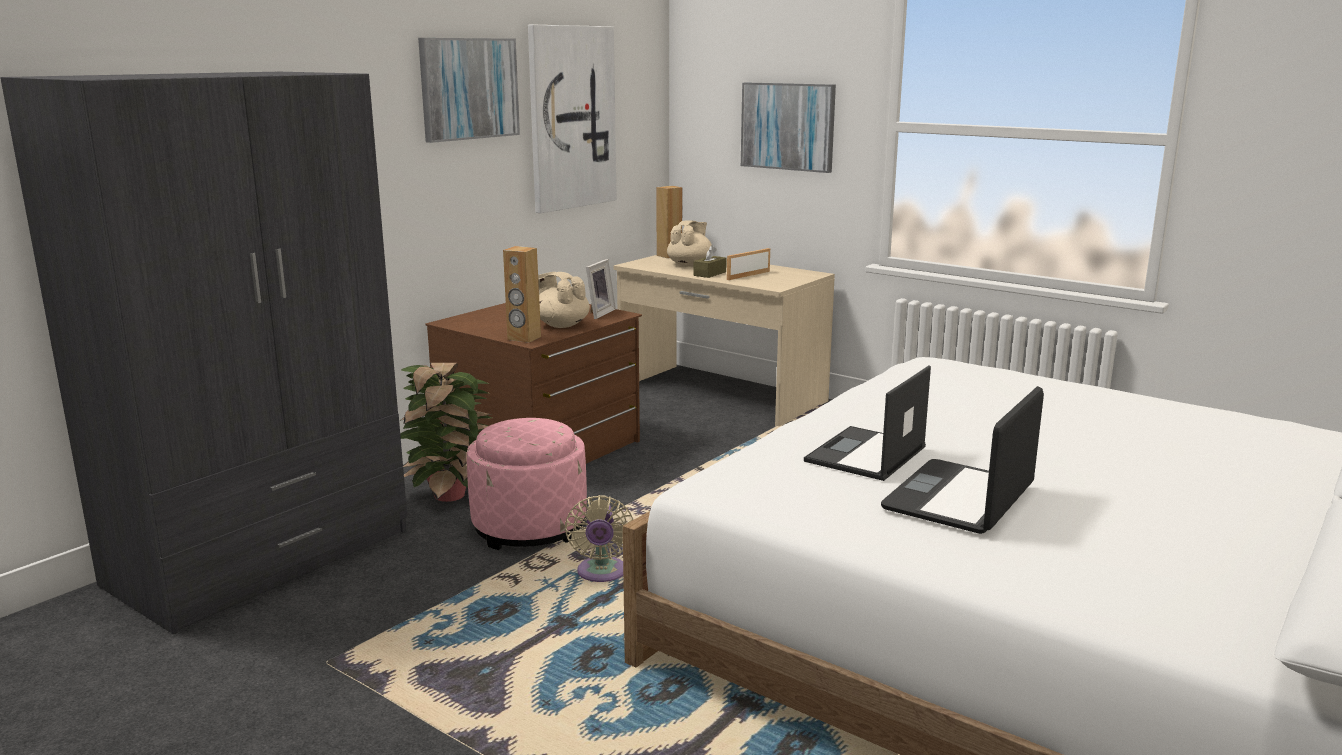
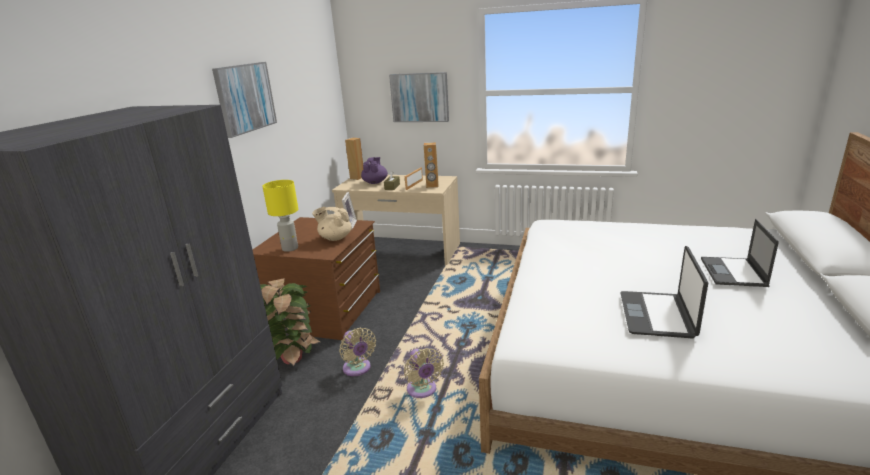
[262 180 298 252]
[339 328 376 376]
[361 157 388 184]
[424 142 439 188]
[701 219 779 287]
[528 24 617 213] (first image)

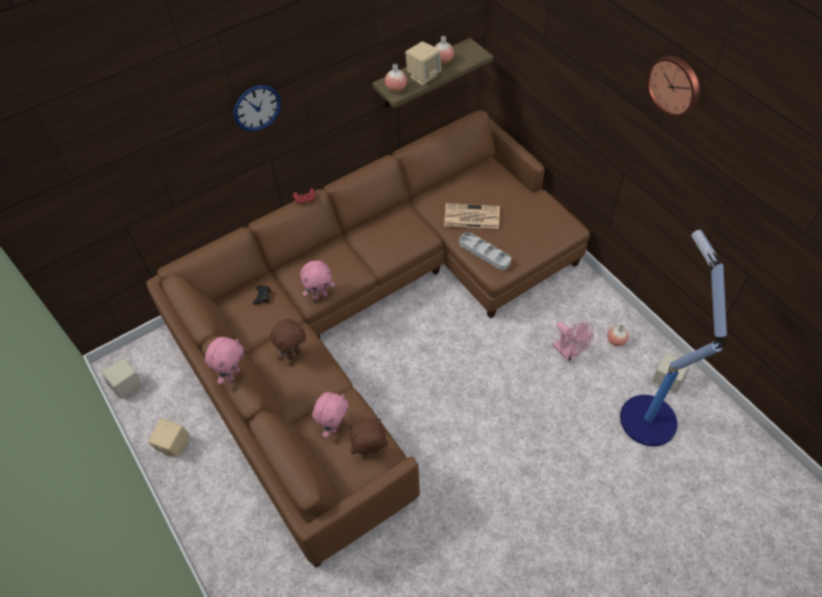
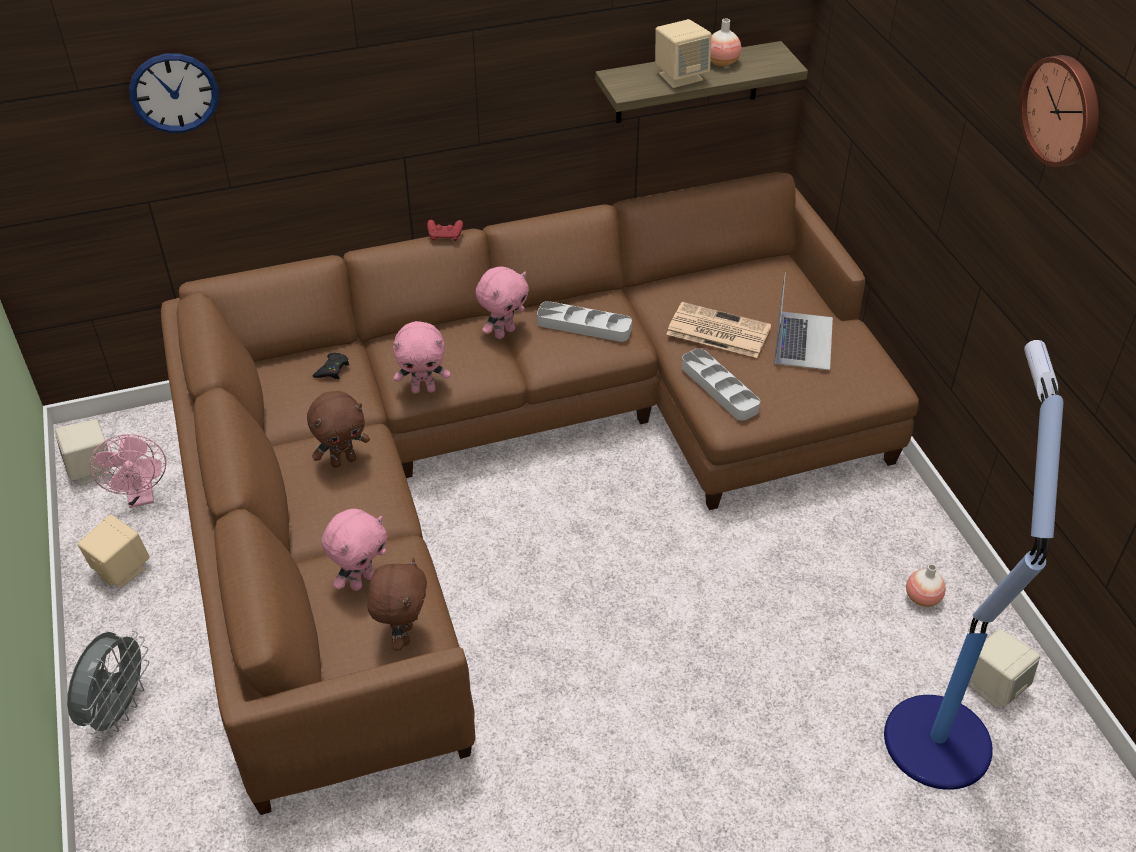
[67 631 150 739]
[89 434 167 508]
[129 53 219 133]
[368 558 427 651]
[476 266 529 339]
[537 301 632 342]
[774 272 833 370]
[385 64 407 92] (first image)

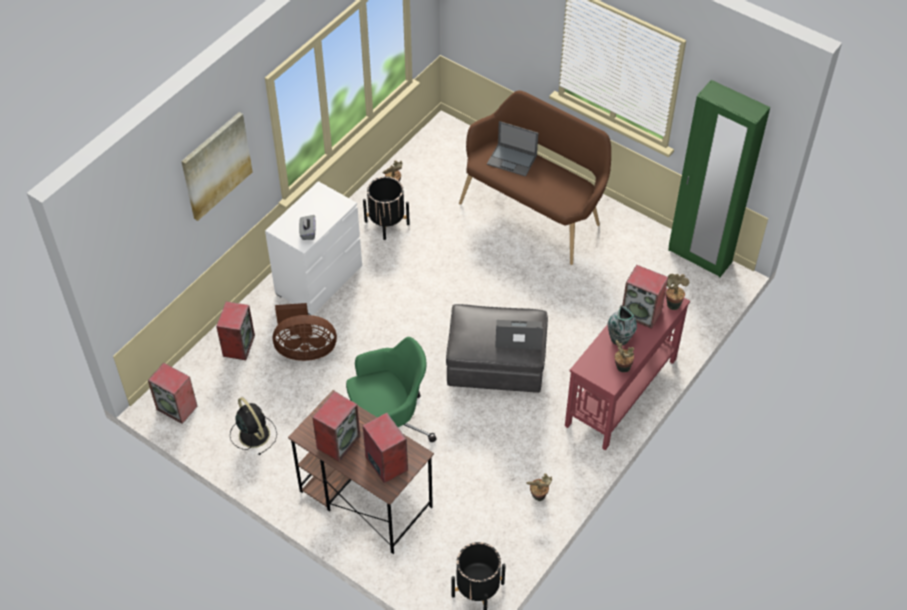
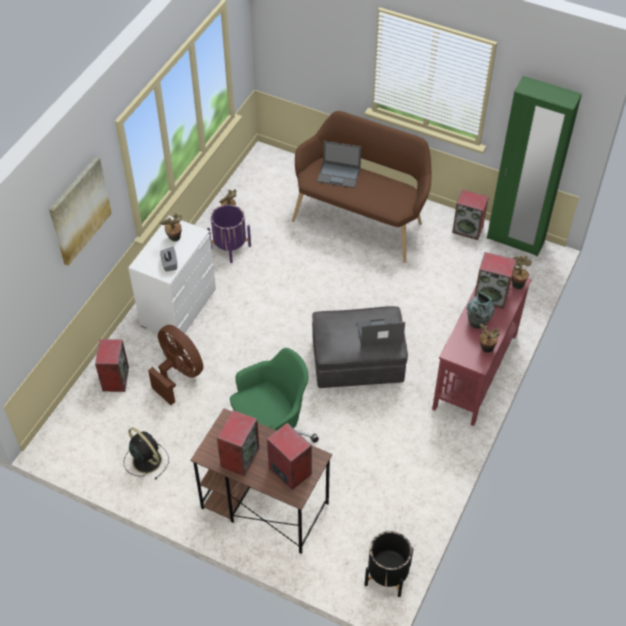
[148 325 203 405]
[160 213 182 242]
[207 205 251 263]
[452 190 489 240]

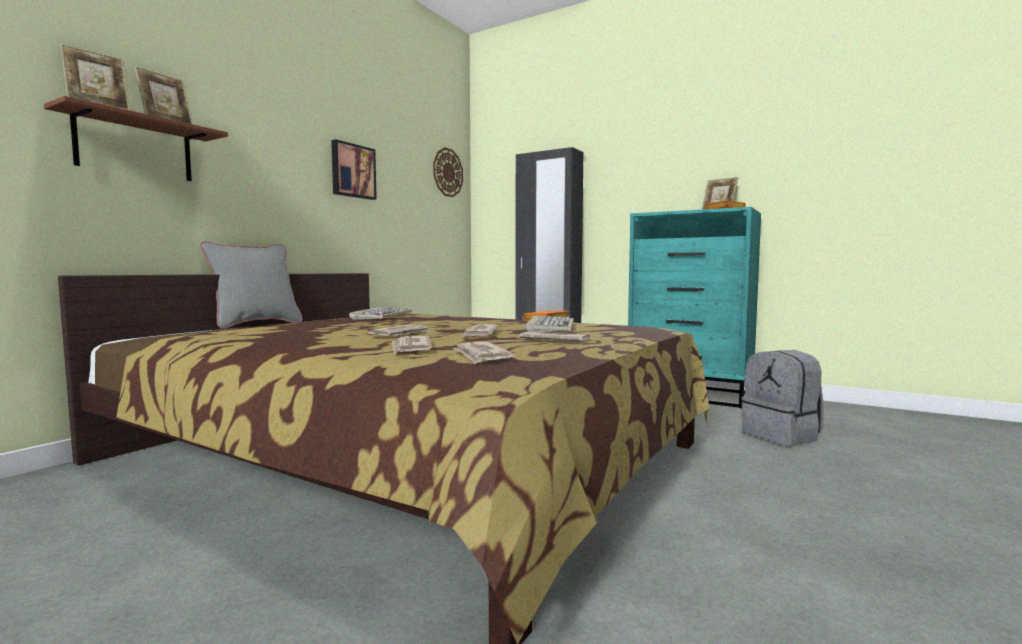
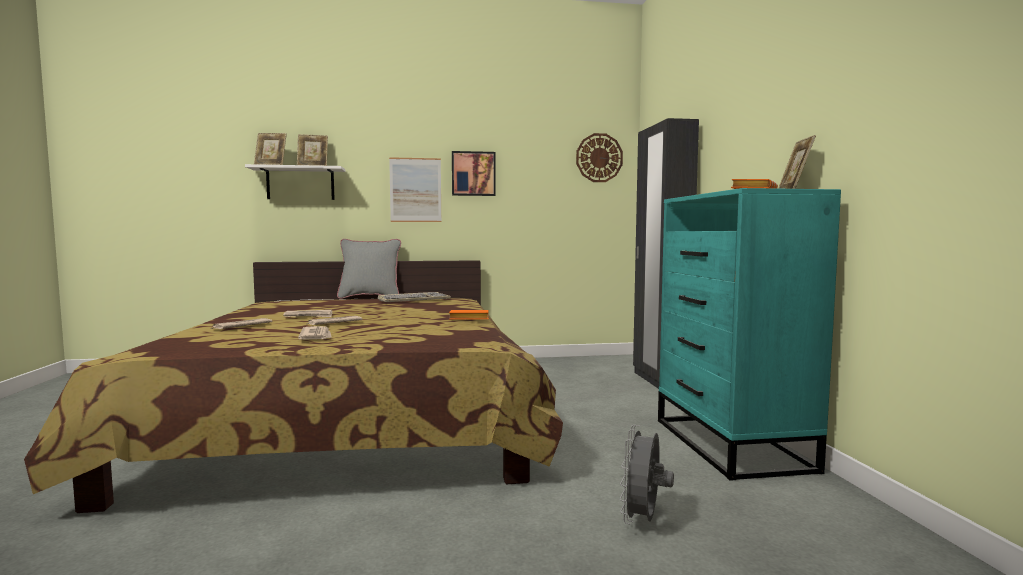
[245 164 345 200]
[389 157 441 222]
[620 425 674 524]
[452 342 514 364] (first image)
[525 315 574 332] (first image)

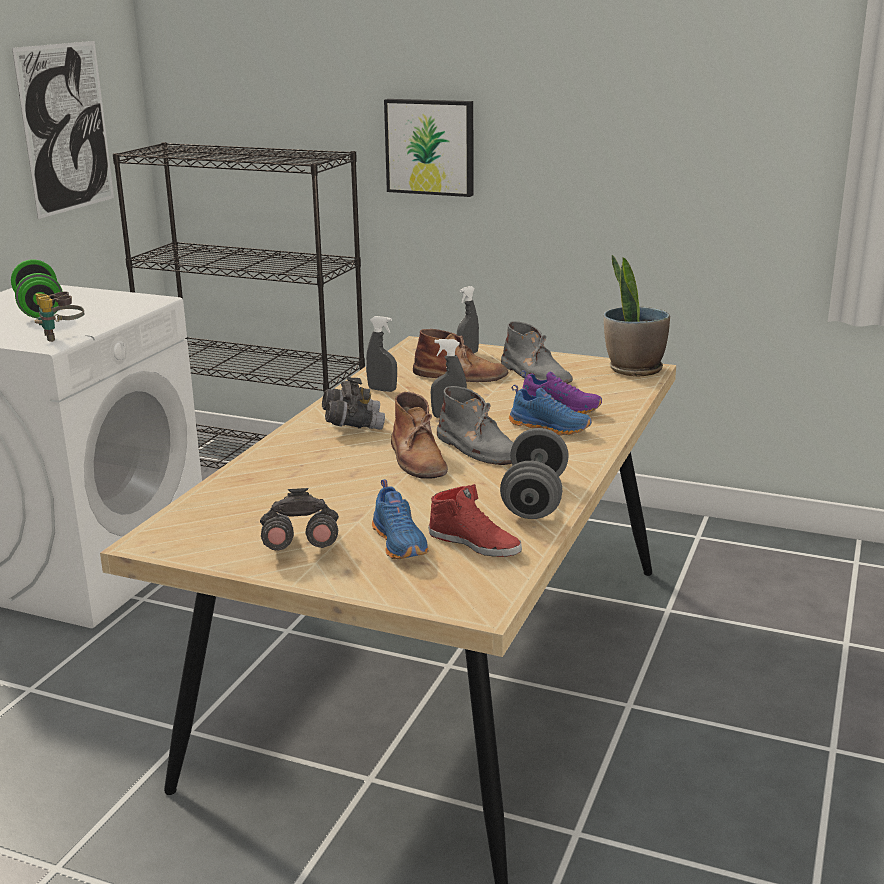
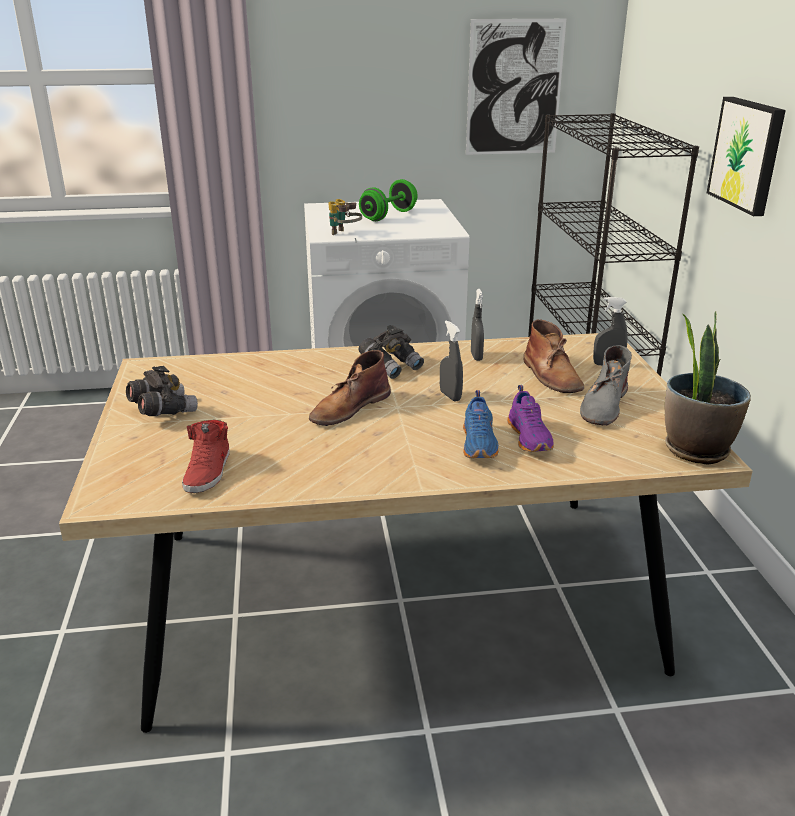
[372 479 429 559] (first image)
[437 386 513 465] (first image)
[500 428 569 519] (first image)

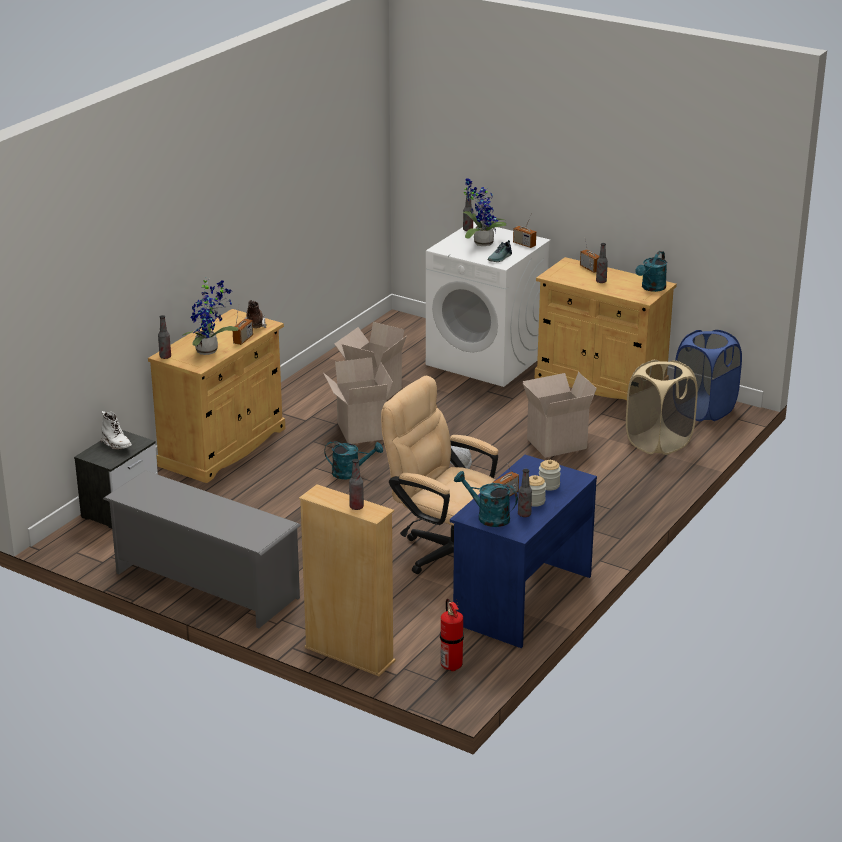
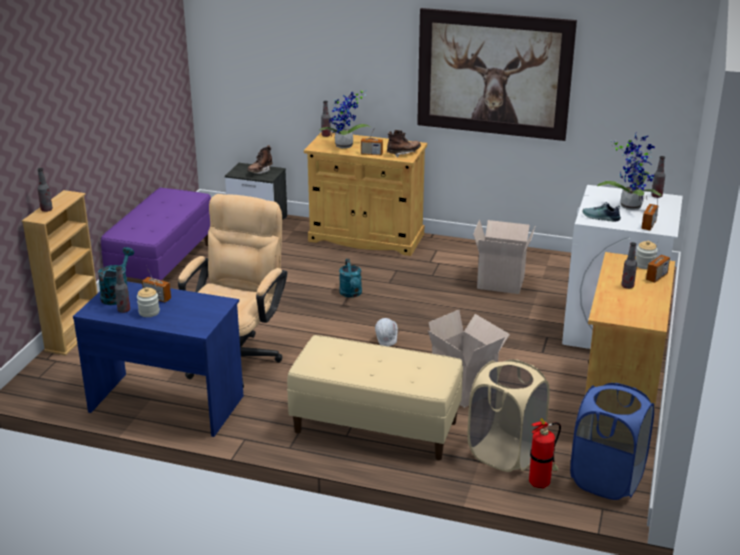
[101 188 211 280]
[247 145 273 174]
[287 335 463 460]
[417 8 577 141]
[529 418 561 489]
[636 241 658 269]
[323 357 393 444] (first image)
[636 251 667 292] (first image)

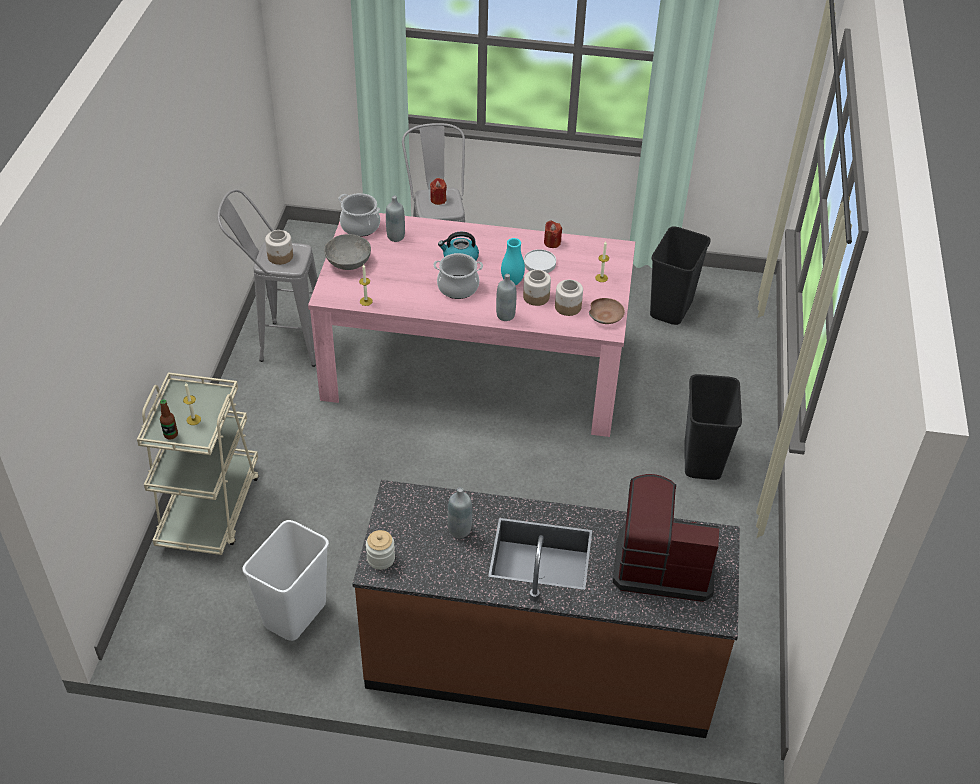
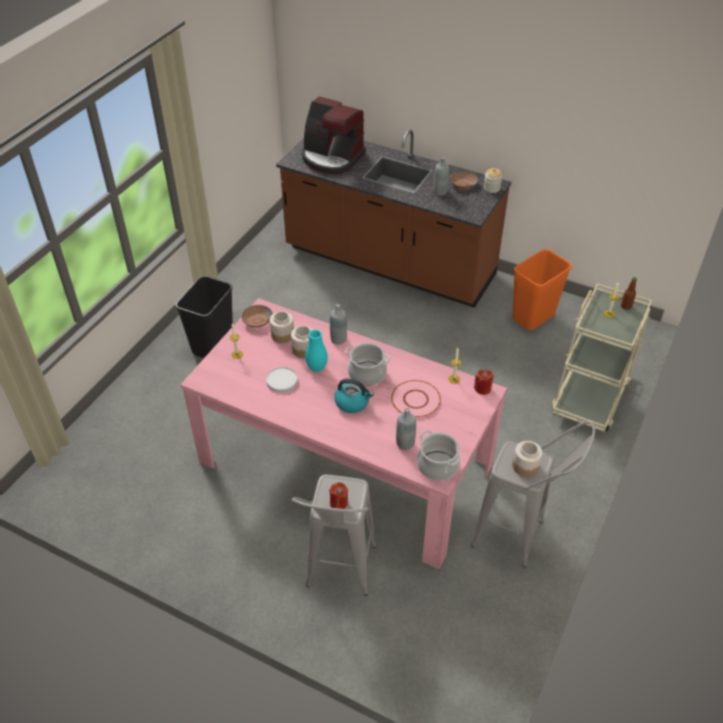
[391 380 441 417]
[450 171 478 189]
[474 370 494 395]
[512 249 572 330]
[324 234 371 270] (first image)
[650 226 711 325] (first image)

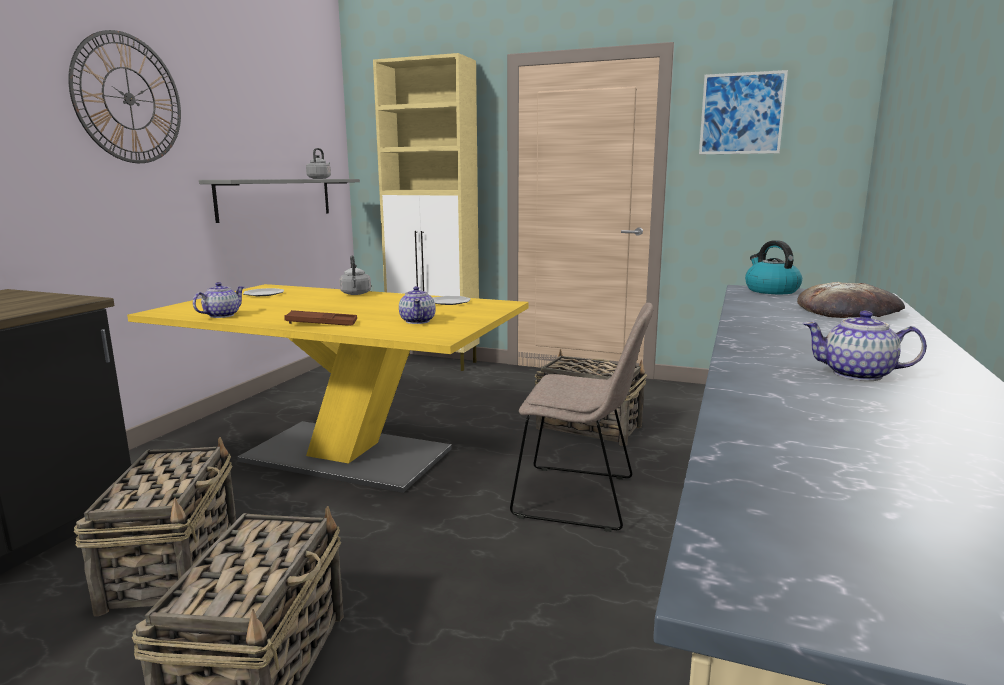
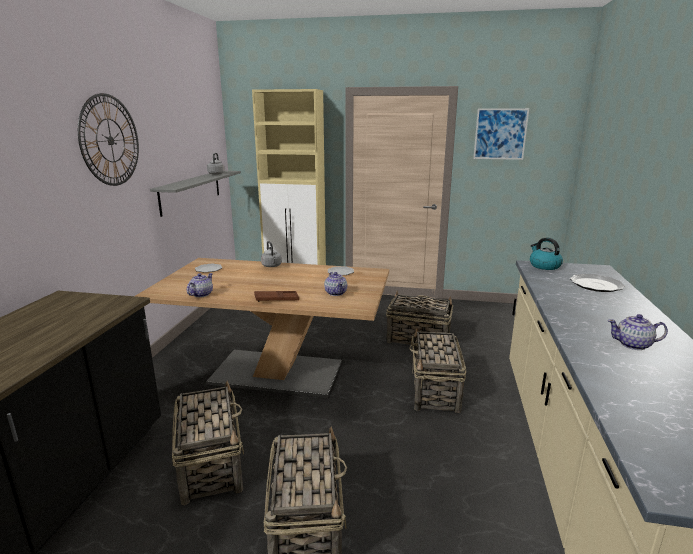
[136 258 389 398]
[409 328 466 413]
[570 274 625 292]

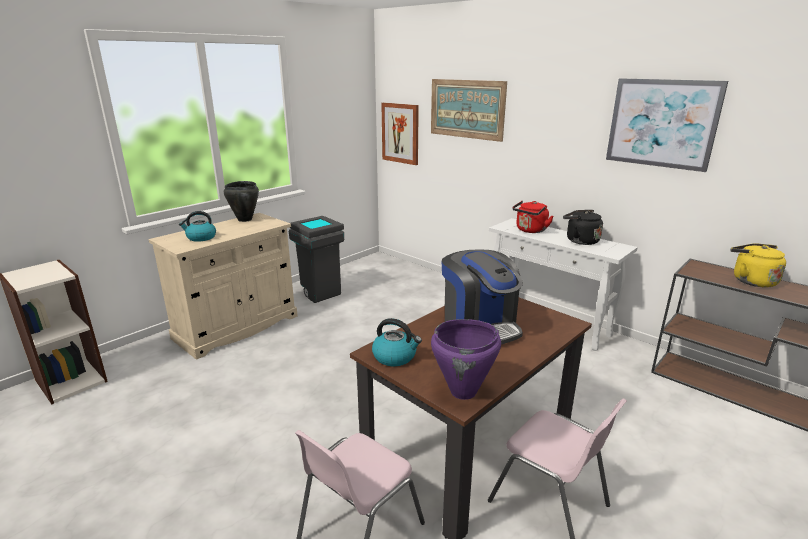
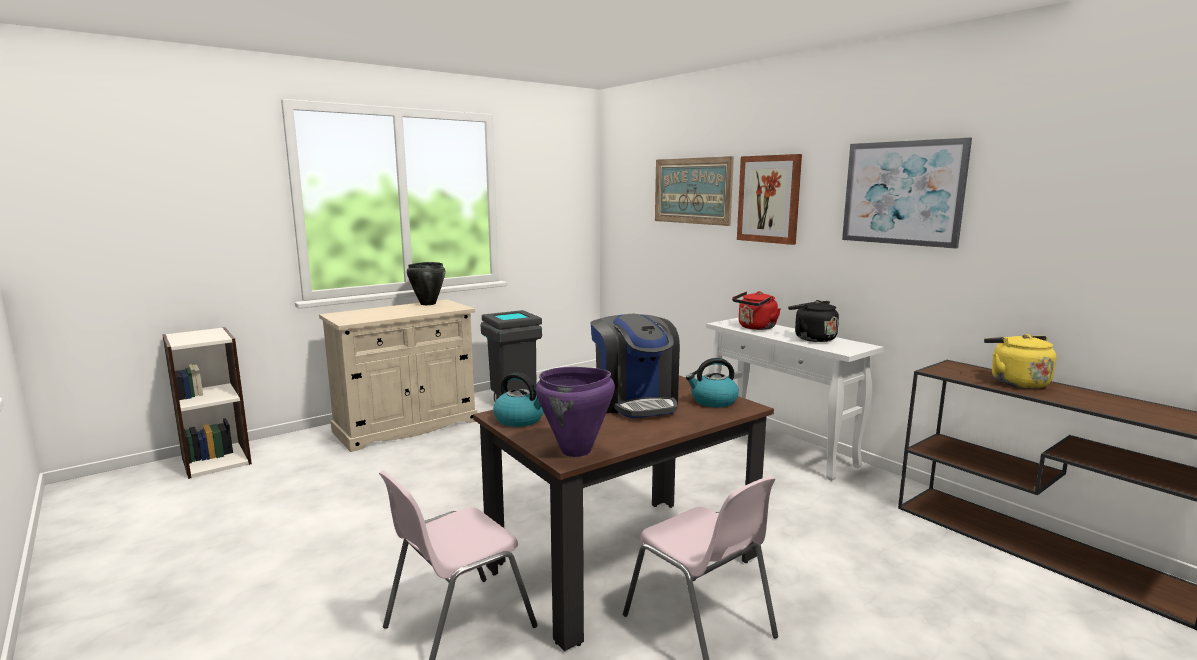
[686 358 739 407]
[737 154 802 245]

